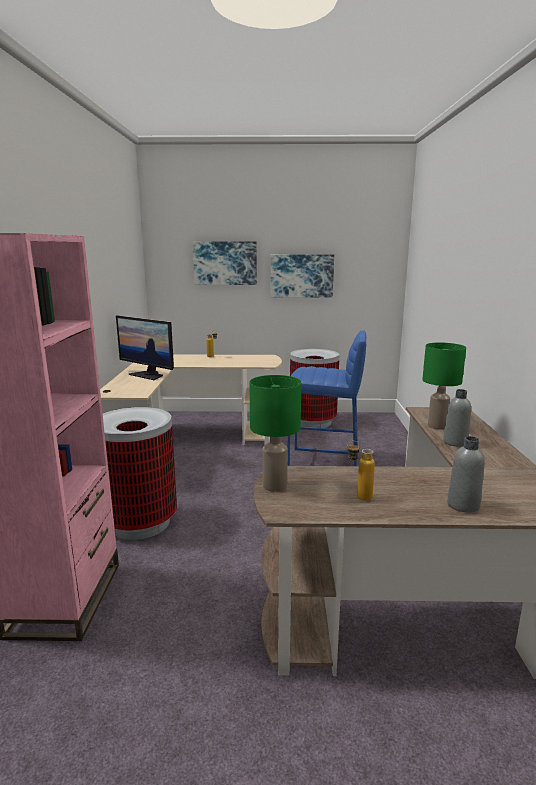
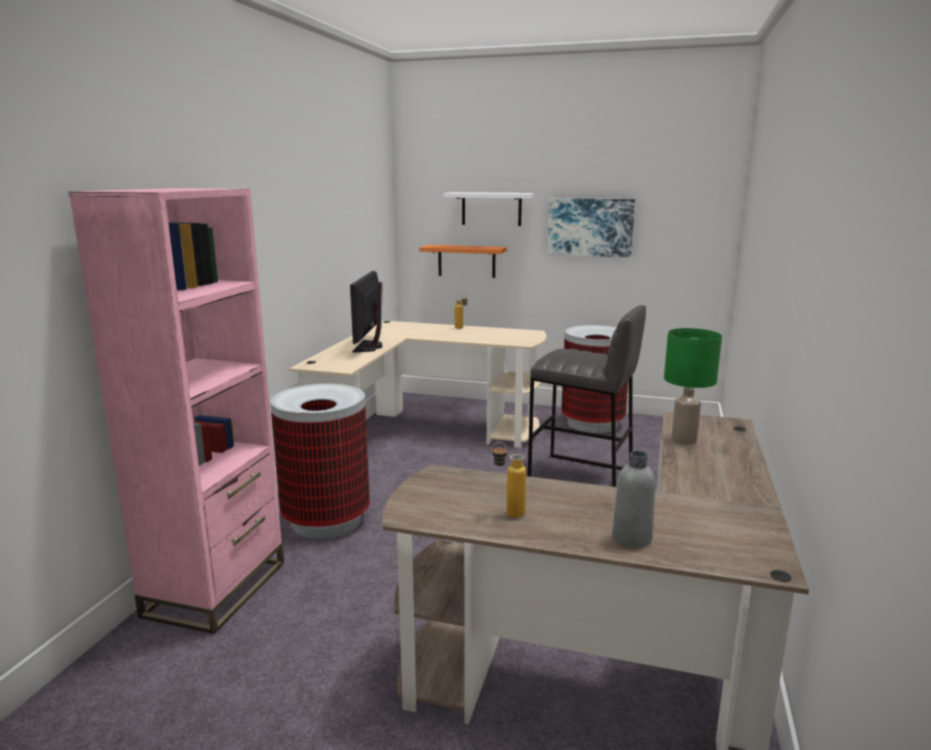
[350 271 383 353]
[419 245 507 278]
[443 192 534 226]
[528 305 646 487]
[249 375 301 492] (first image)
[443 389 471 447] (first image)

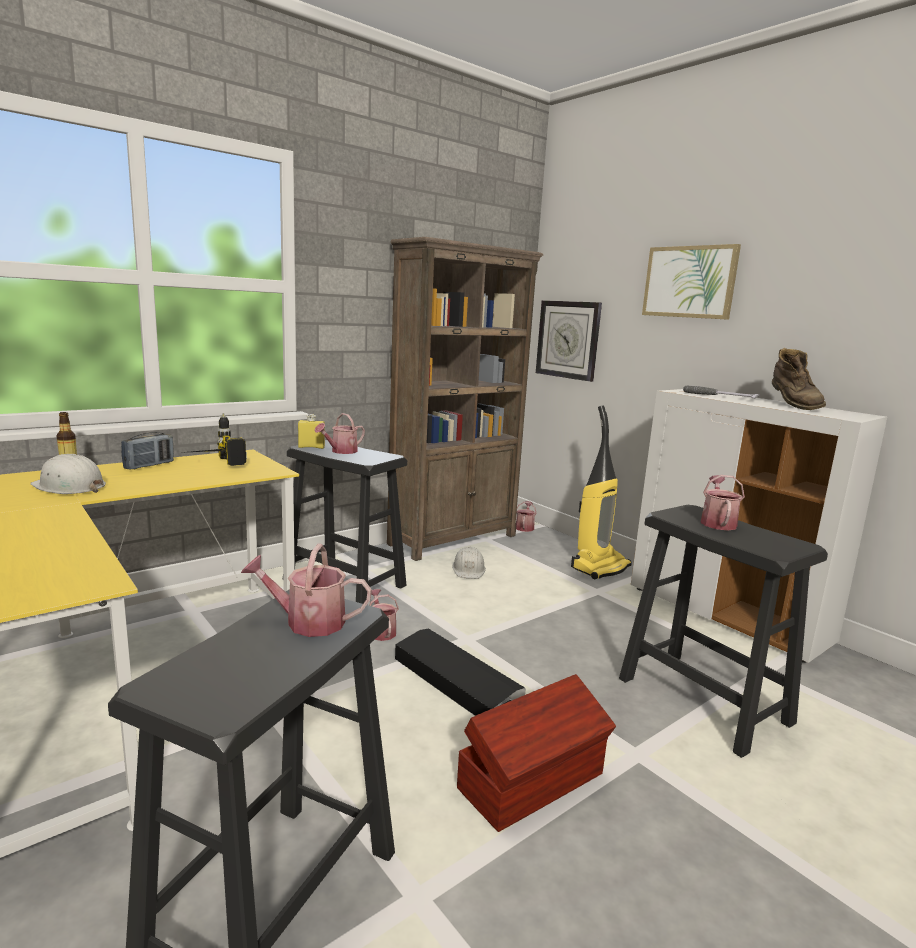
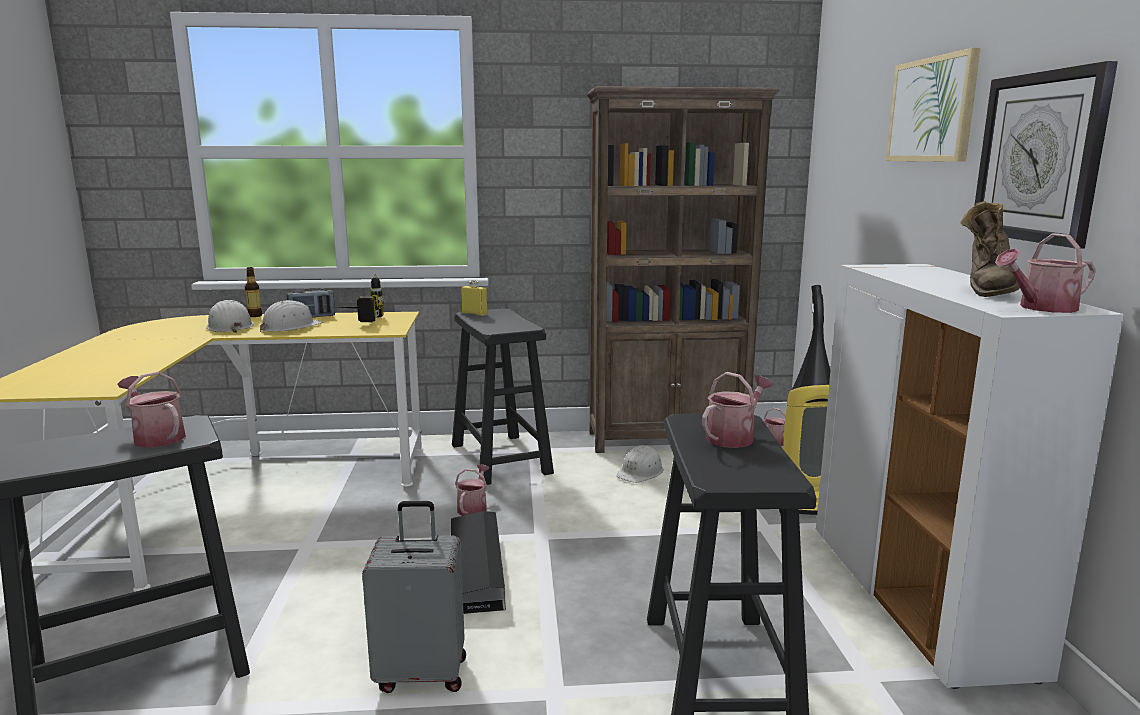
[260 300 323 332]
[362 501 466 693]
[971 61 1118 249]
[995 233 1096 313]
[683 386 760 398] (first image)

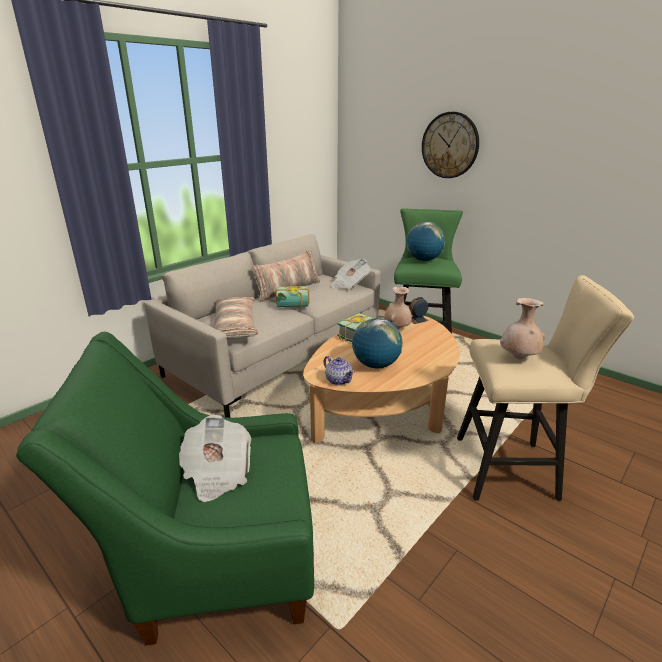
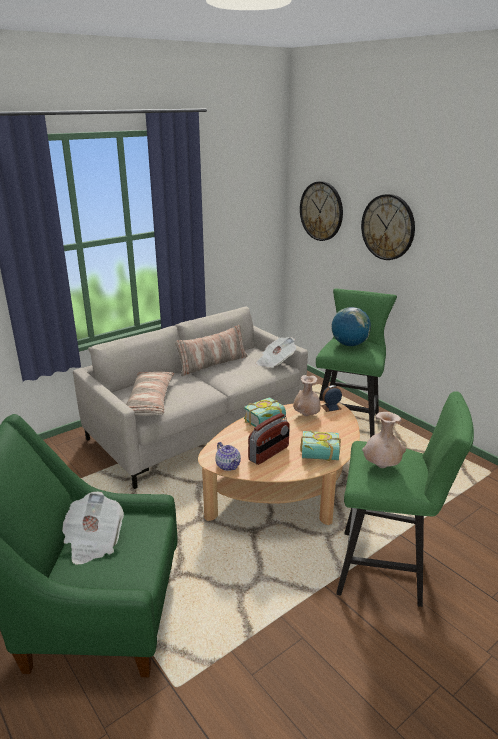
[248 413 290 465]
[300 181 343 241]
[300 430 341 461]
[336 392 474 607]

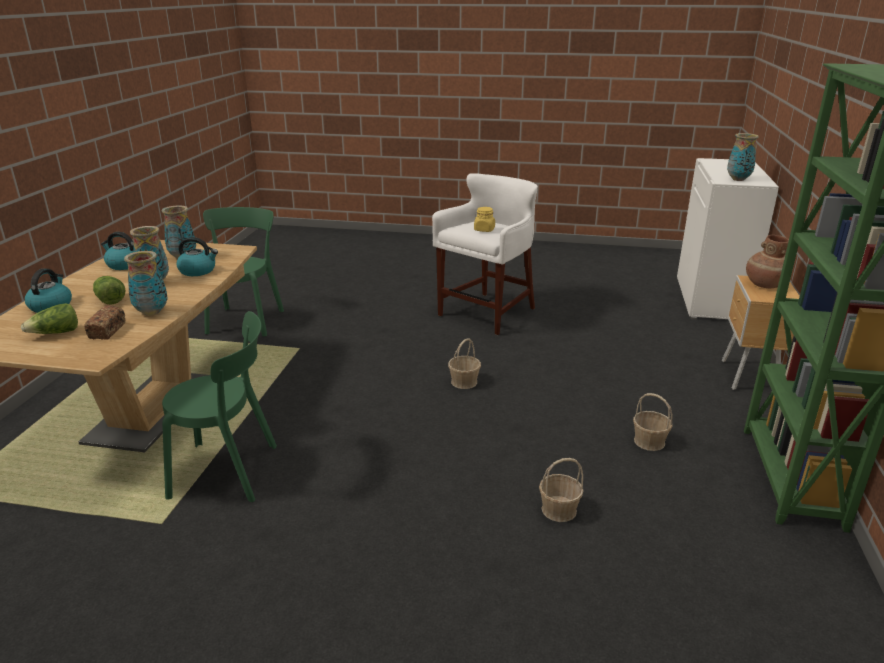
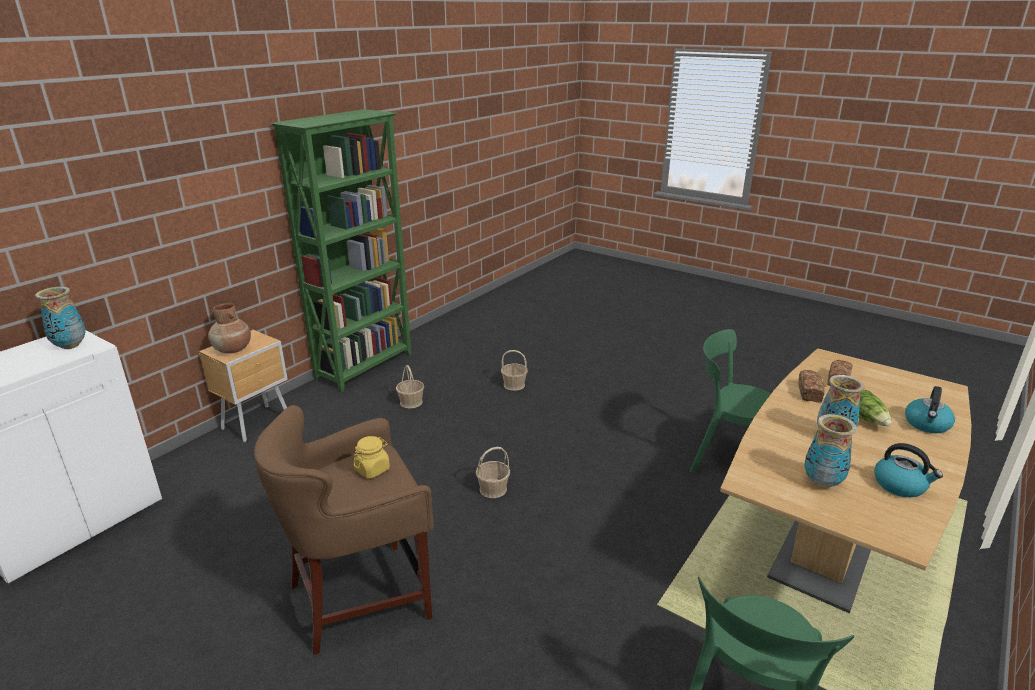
[254 405 434 655]
[798 370 825 403]
[21 303 78 334] (first image)
[177 237 218 276] (first image)

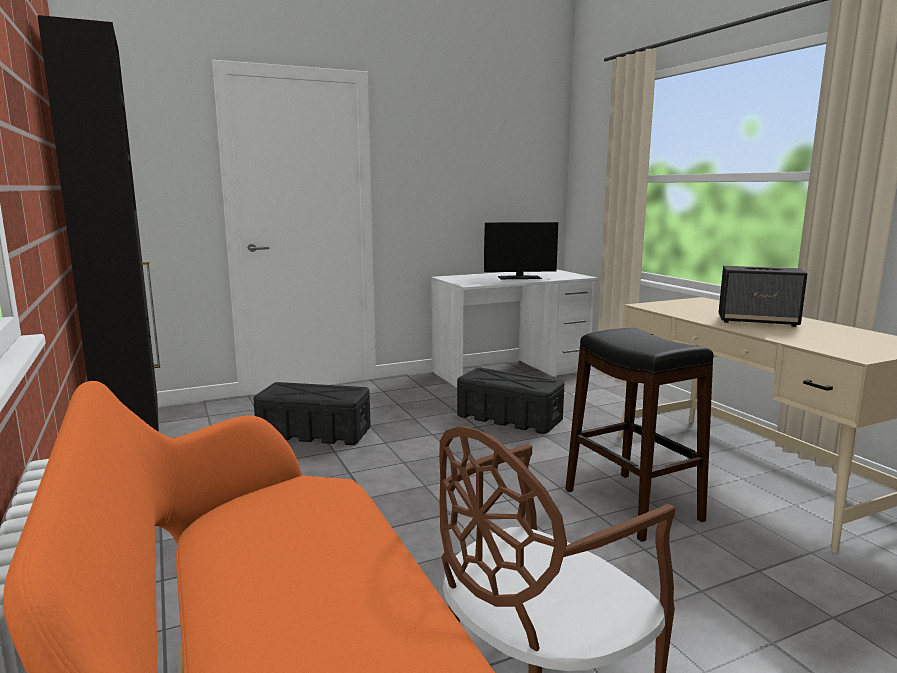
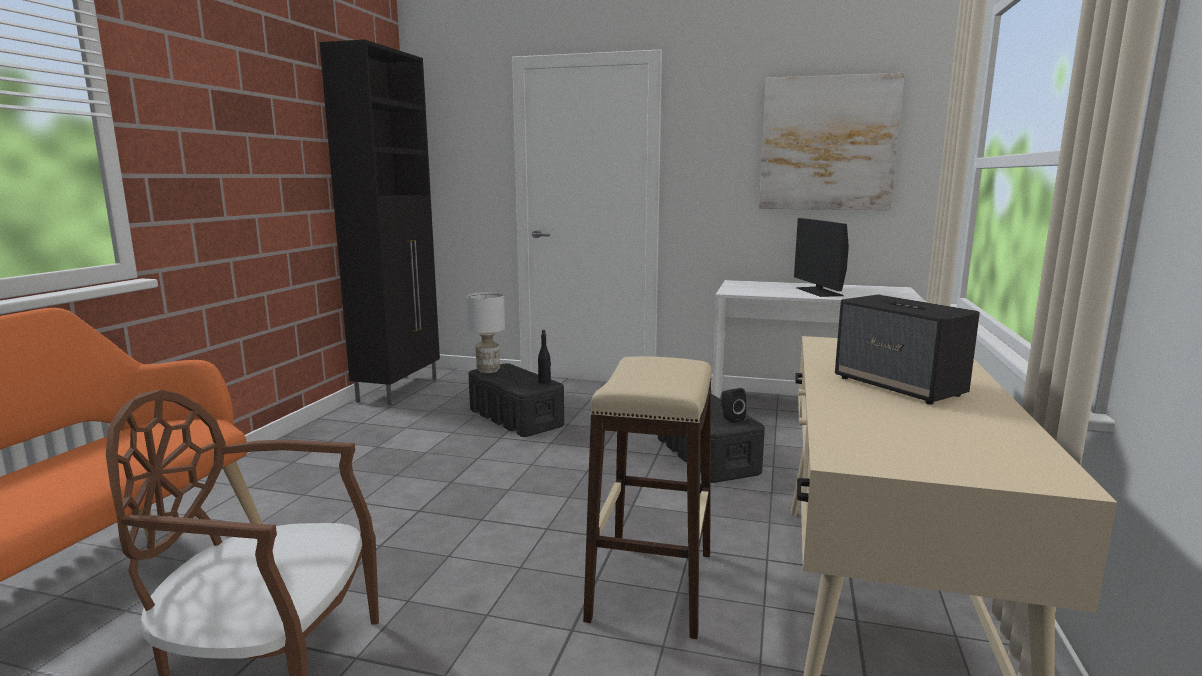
[467 292 505 373]
[538 330 551 384]
[583 356 712 639]
[721 388 746 423]
[759 73 904 210]
[794 218 849 297]

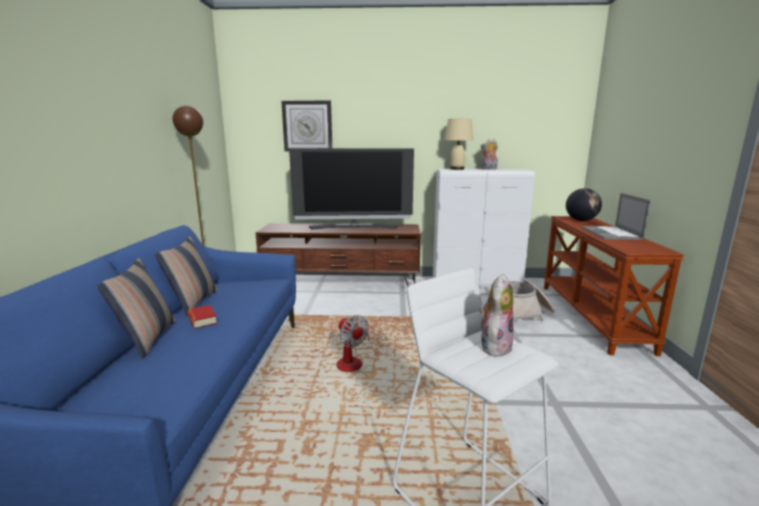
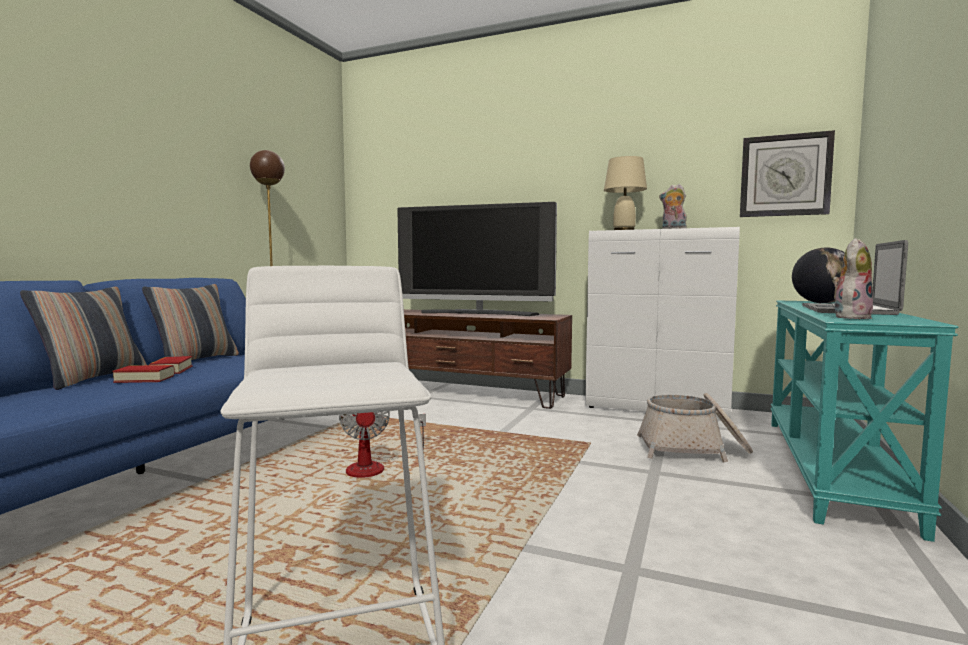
[112 365 175 383]
[740 130 835 217]
[770 300 958 542]
[832 238 873 319]

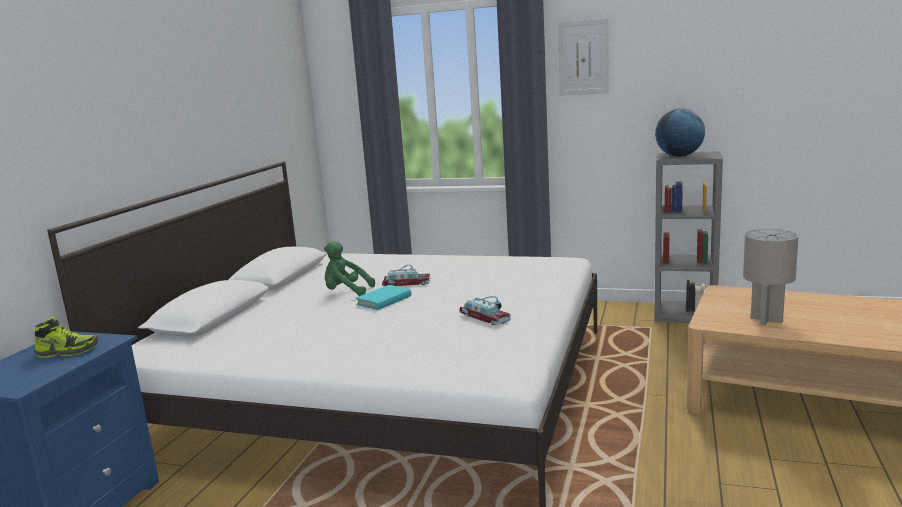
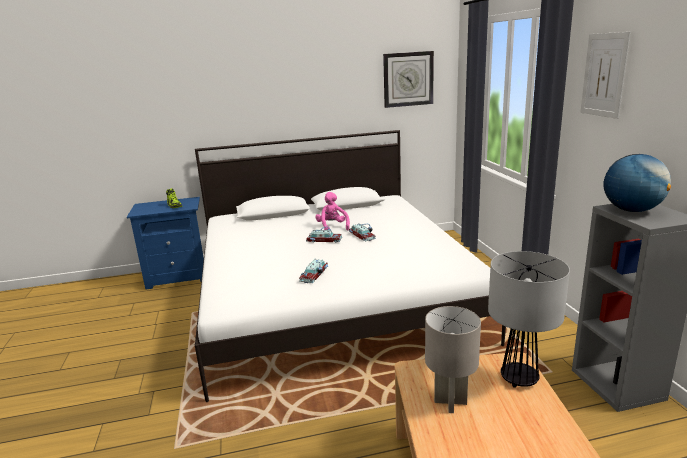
[306 226 342 243]
[315 192 350 230]
[383 51 434 108]
[488 251 570 388]

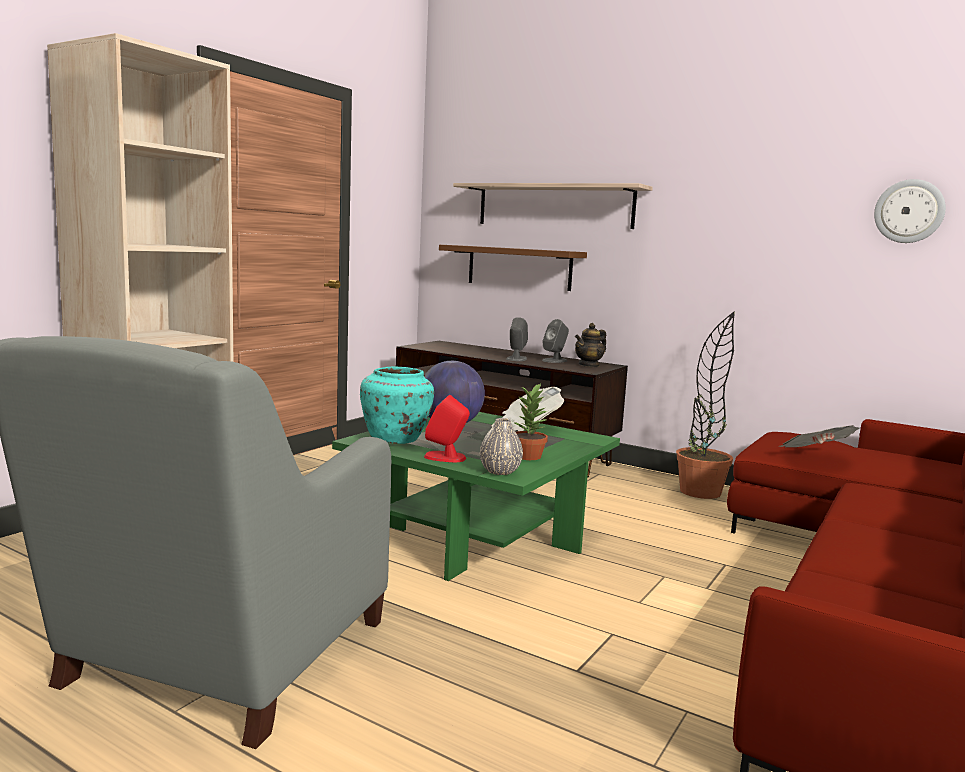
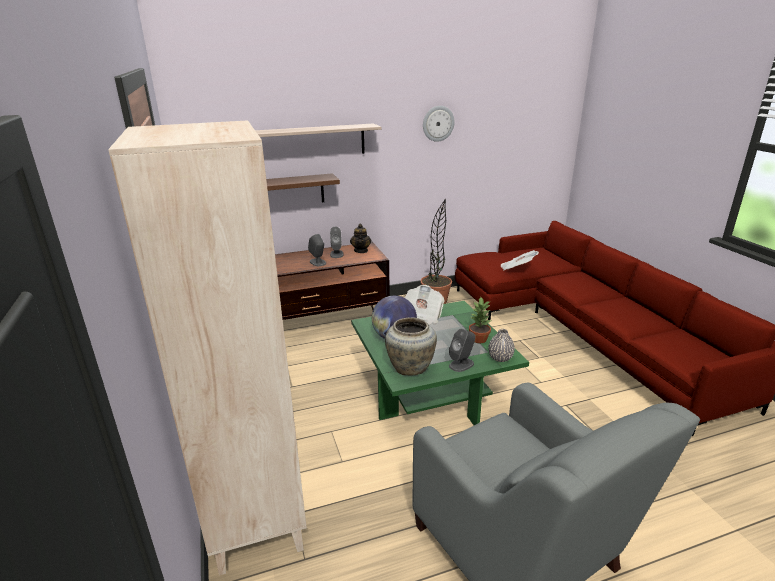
[385 317 437 375]
[423 106 455 142]
[449 329 475 372]

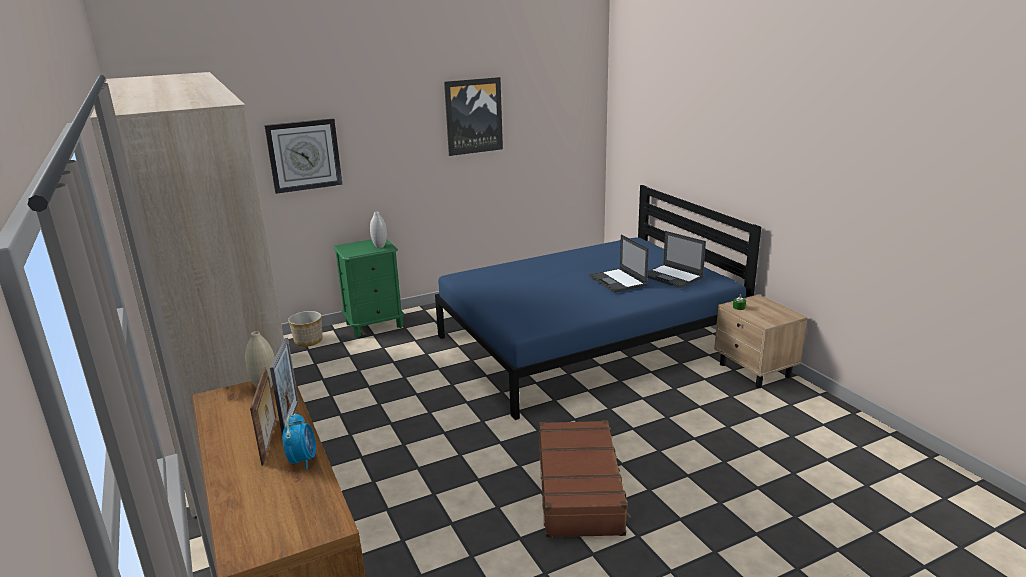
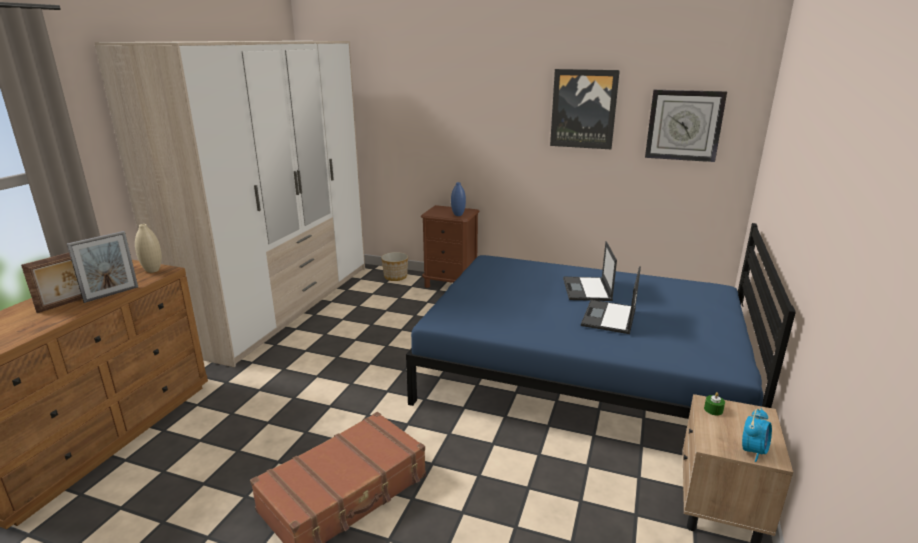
[421 205 480 288]
[451 182 466 216]
[563 241 617 301]
[645 90 727 162]
[742 408 772 462]

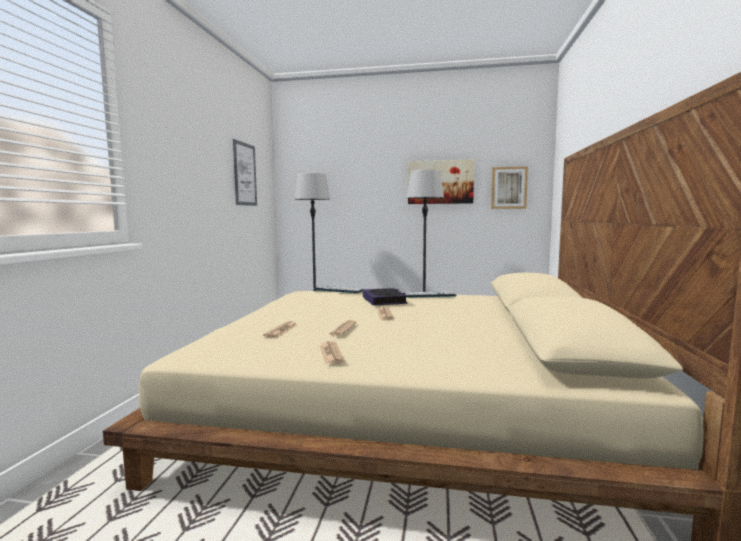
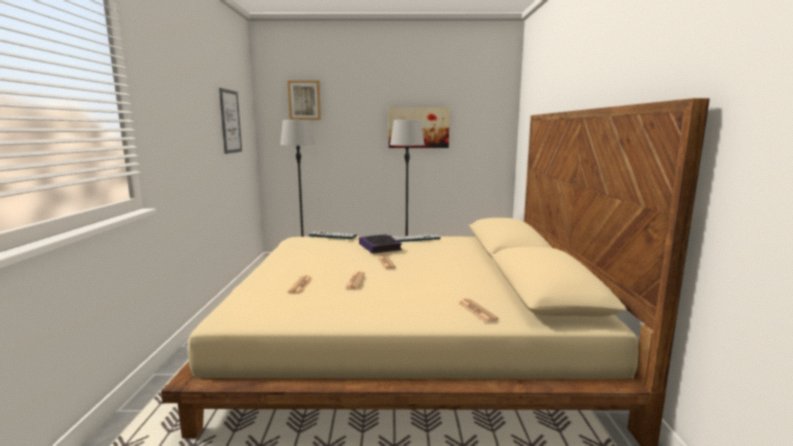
[288 81 321 120]
[458 299 499 322]

